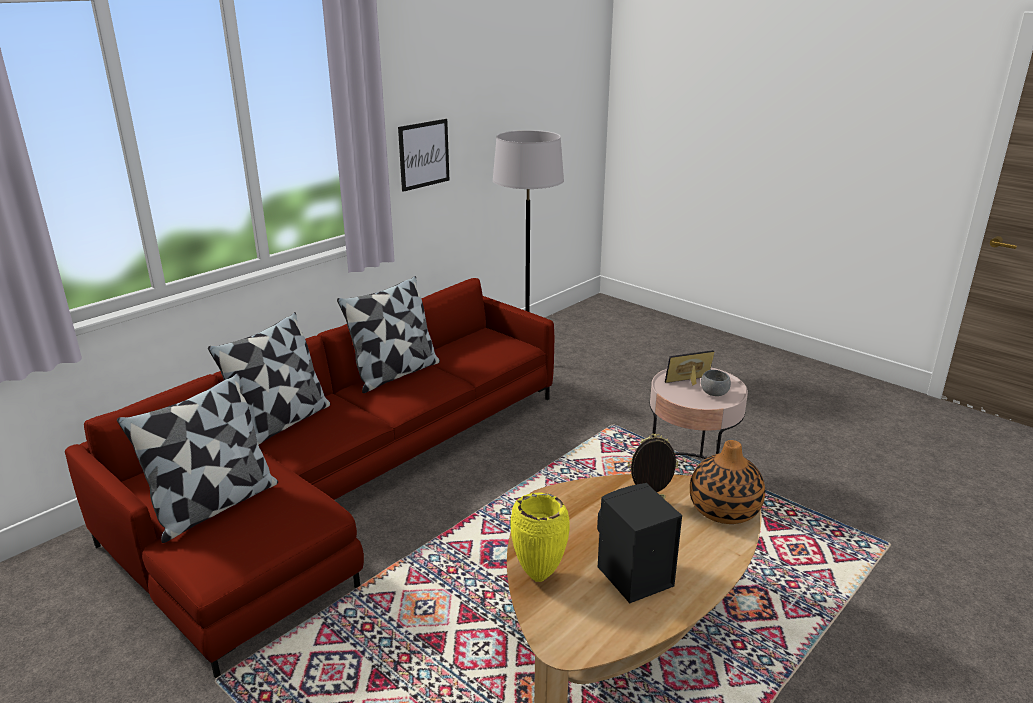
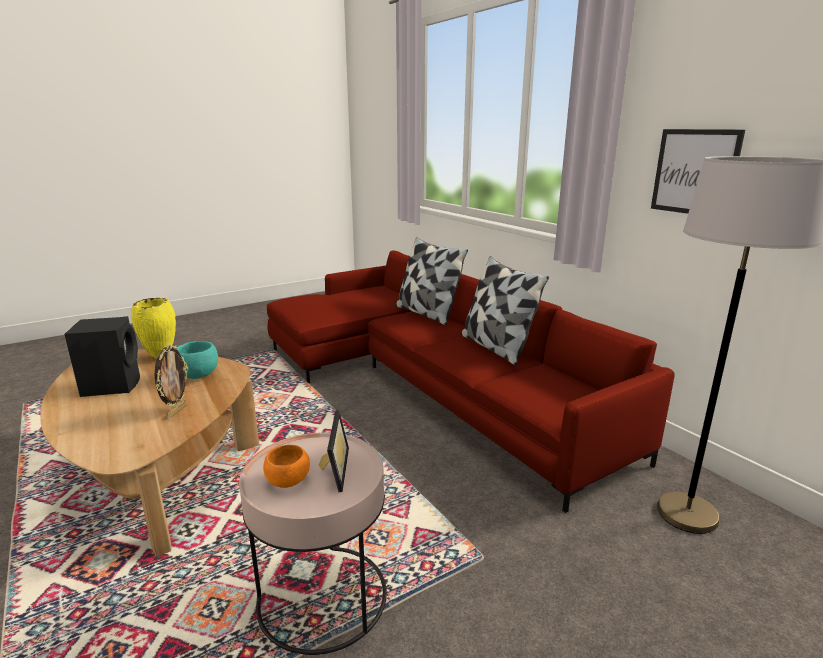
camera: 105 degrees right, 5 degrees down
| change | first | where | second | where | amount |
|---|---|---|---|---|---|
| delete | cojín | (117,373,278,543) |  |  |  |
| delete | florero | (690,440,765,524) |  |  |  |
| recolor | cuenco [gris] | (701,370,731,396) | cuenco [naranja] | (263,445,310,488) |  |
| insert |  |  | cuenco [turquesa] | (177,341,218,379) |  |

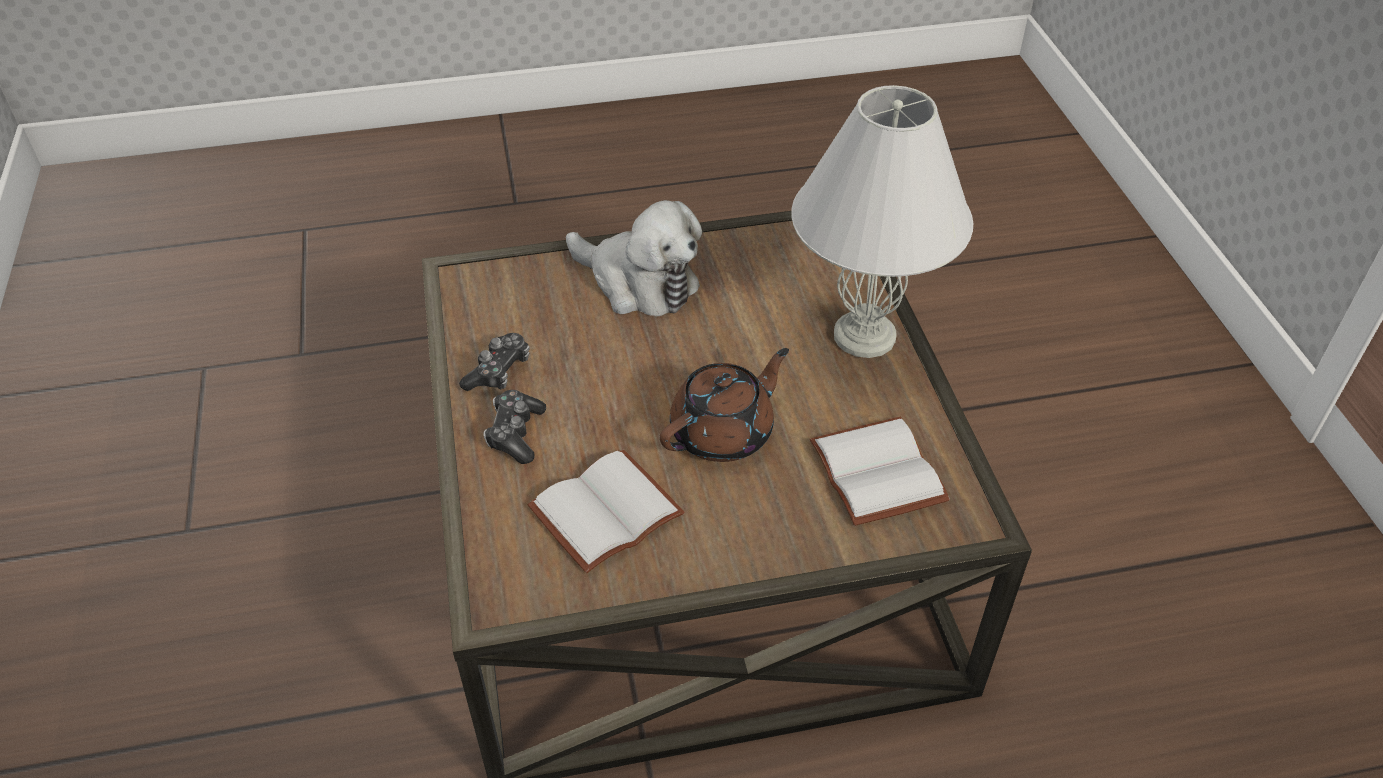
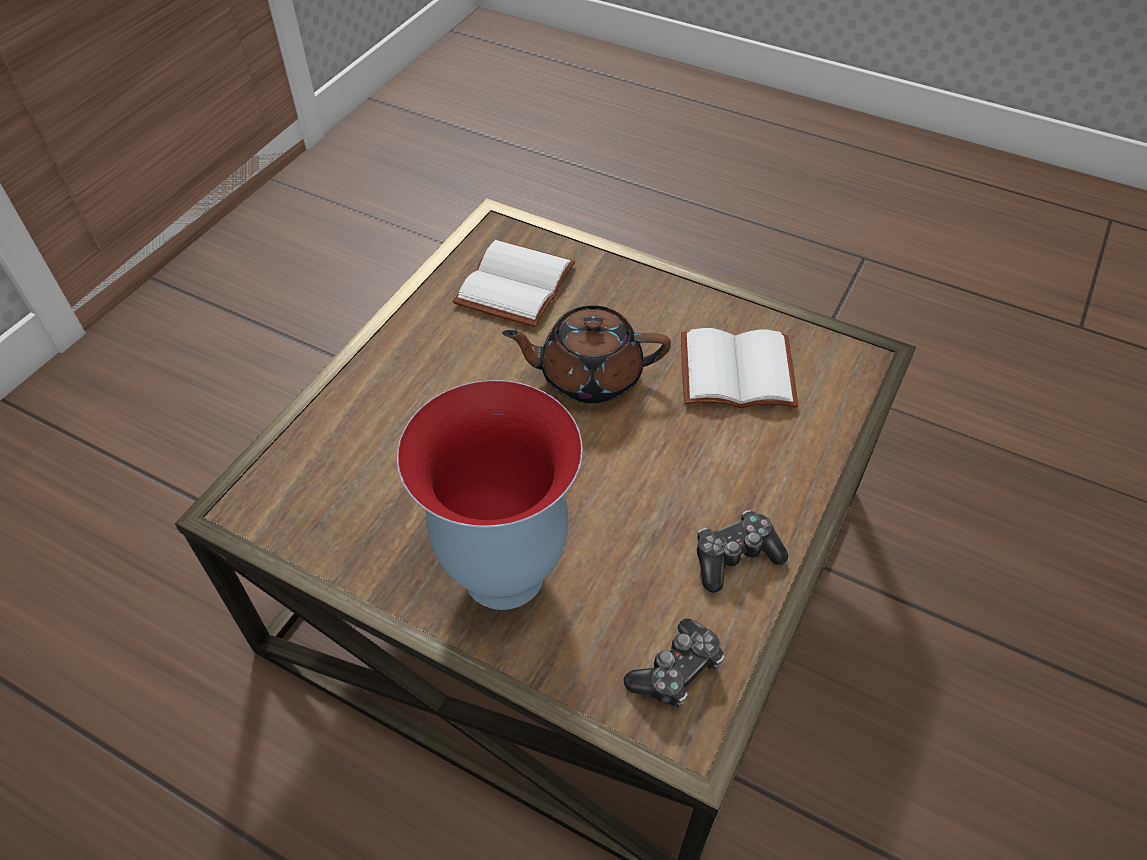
camera: 140 degrees left, 5 degrees up
| change | first | where | second | where | amount |
|---|---|---|---|---|---|
| move | mando de consola | (483,390,546,464) |  | (624,619,725,707) |  |
| replace | peluche | (566,200,702,316) | florero | (397,380,583,610) |  |
| delete | lámpara de mesa [blanco] | (791,85,973,358) |  |  |  |

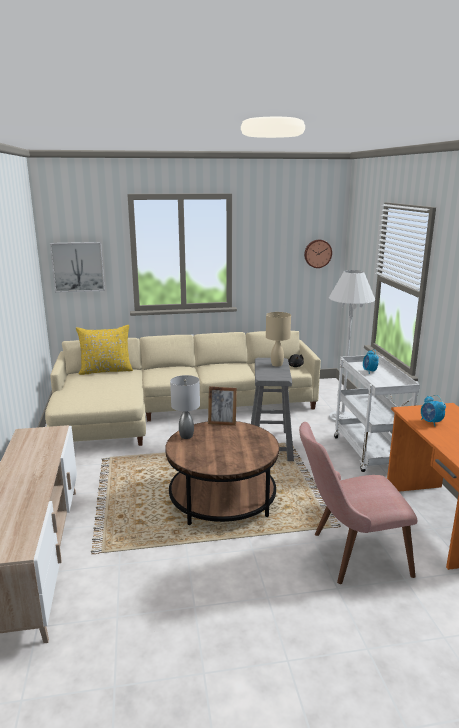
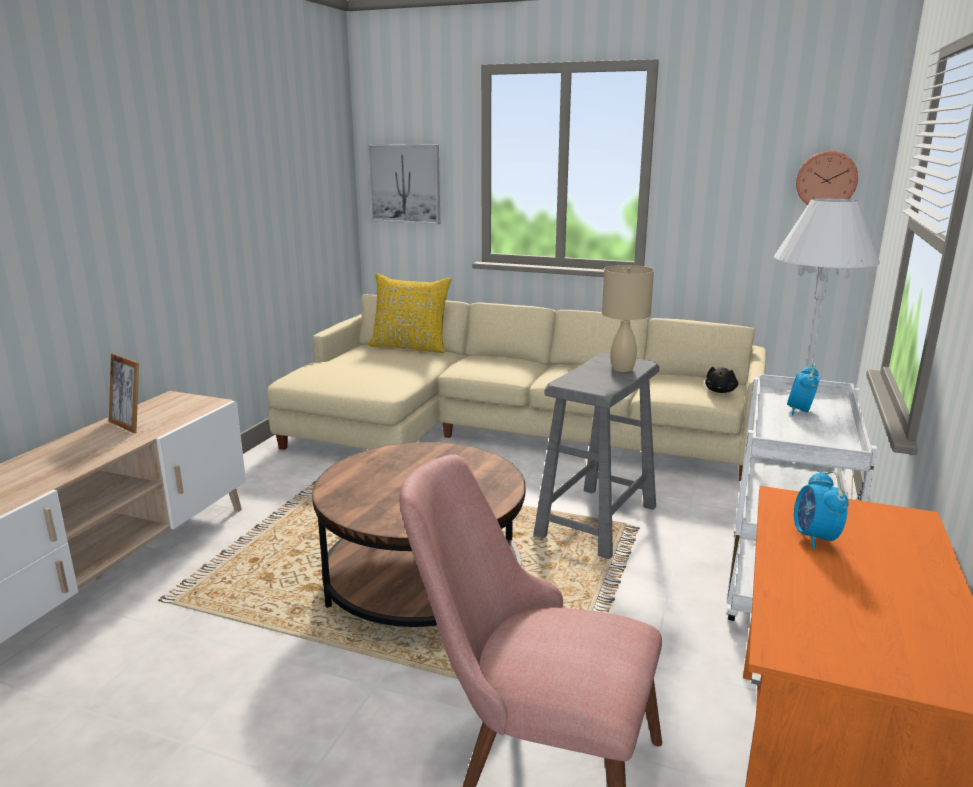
camera: 30 degrees right, 0 degrees up
| change | first | where | second | where | amount |
|---|---|---|---|---|---|
| delete | lámpara de mesa [gris] | (170,375,200,439) |  |  |  |
| move | portarretratos | (208,386,237,426) |  | (109,353,139,434) |  |

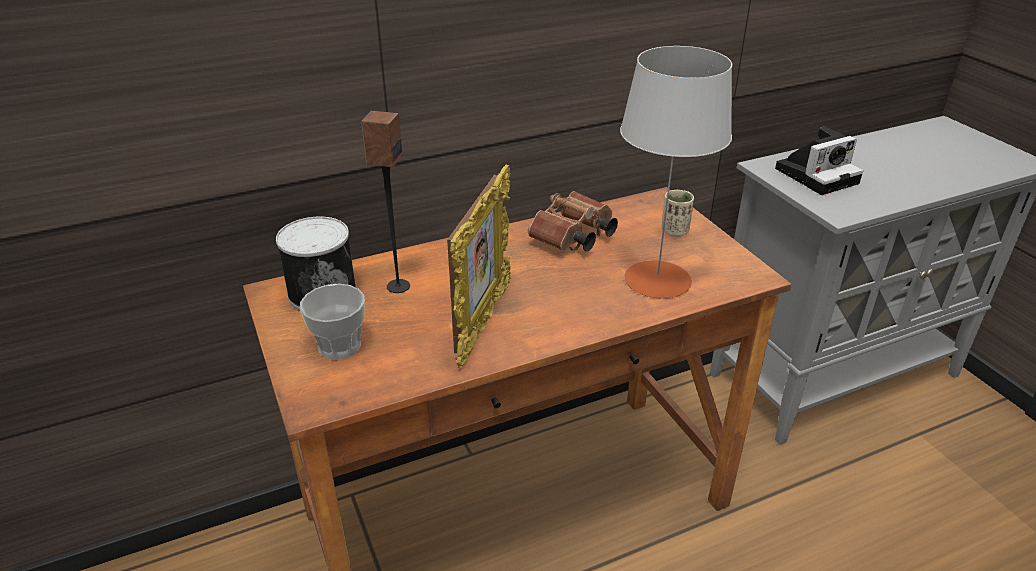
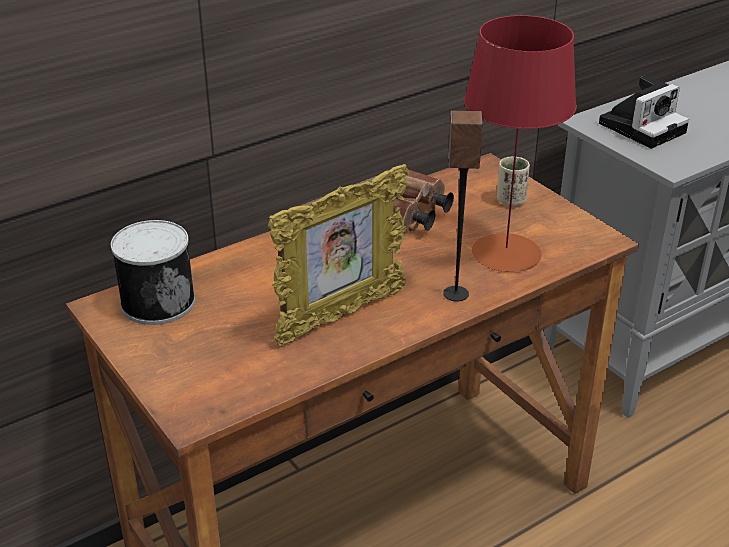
camera: 10 degrees left, 0 degrees up
| change | first | where | second | where | amount |
|---|---|---|---|---|---|
| delete | taza | (300,284,365,360) |  |  |  |
| move | altavoz | (361,111,410,293) |  | (443,110,483,302) |  |
| rotate | portarretratos | (447,164,511,368) |  | (268,164,409,346) | 45 degrees clockwise |
| recolor | lámpara de mesa [gris] | (620,46,732,298) | lámpara de mesa [rojo] | (464,15,577,272) |  |

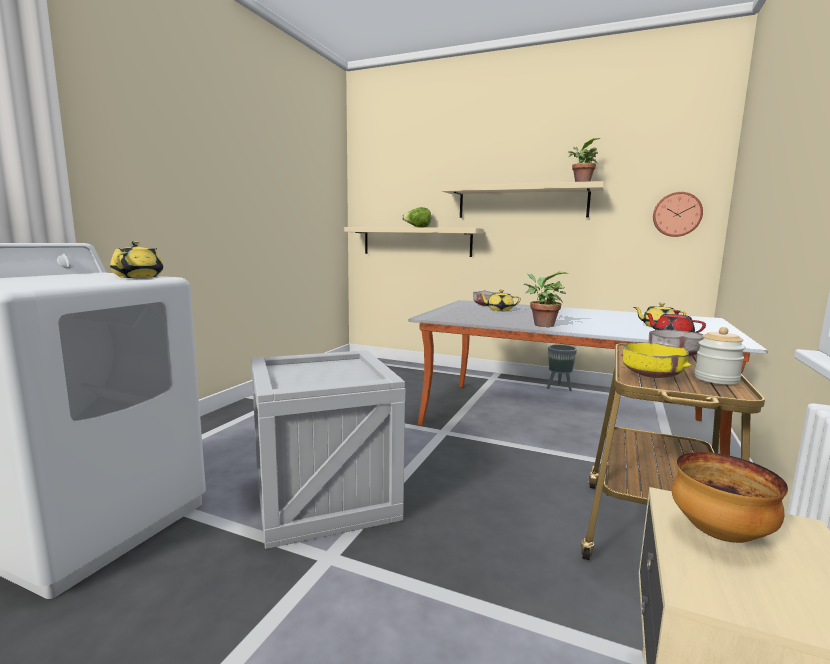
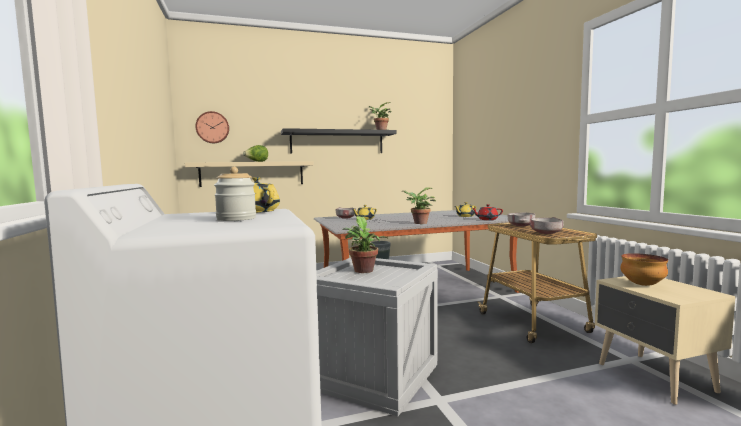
camera: 40 degrees left, 5 degrees down
| change | first | where | second | where | amount |
|---|---|---|---|---|---|
| recolor | estante [beis] | (442,181,604,218) | estante [negro] | (281,128,396,154) |  |
| recolor | cuenco [amarillo] | (621,342,691,378) | cuenco [gris] | (530,217,564,234) |  |
| move | reloj de pared | (653,192,703,237) |  | (196,111,229,143) |  |
| move | tarro | (695,327,746,385) |  | (214,167,256,221) |  |
| insert |  |  | planta en maceta | (343,216,389,273) |  |

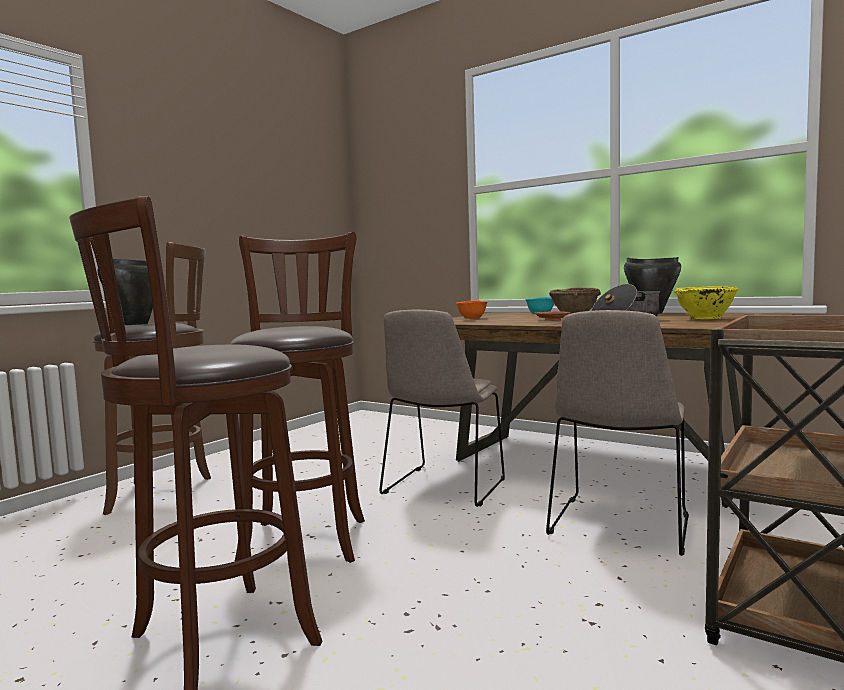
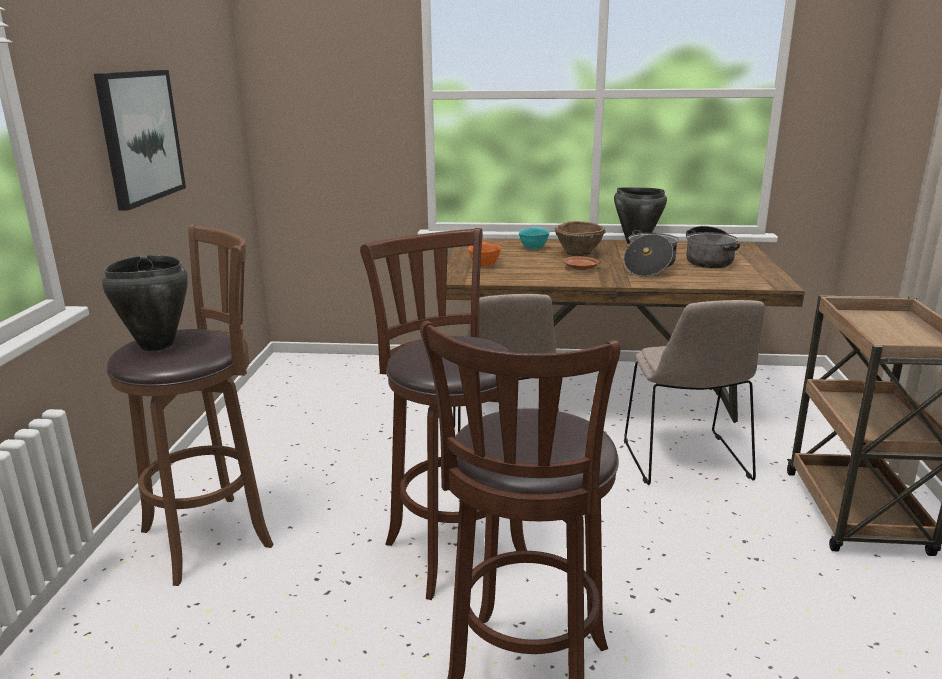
camera: 30 degrees left, 15 degrees up
| change | first | where | second | where | amount |
|---|---|---|---|---|---|
| replace | cuenco [amarillo] | (674,286,738,319) | olla | (686,226,740,268) |  |
| insert |  |  | cuadro | (94,70,186,211) |  |

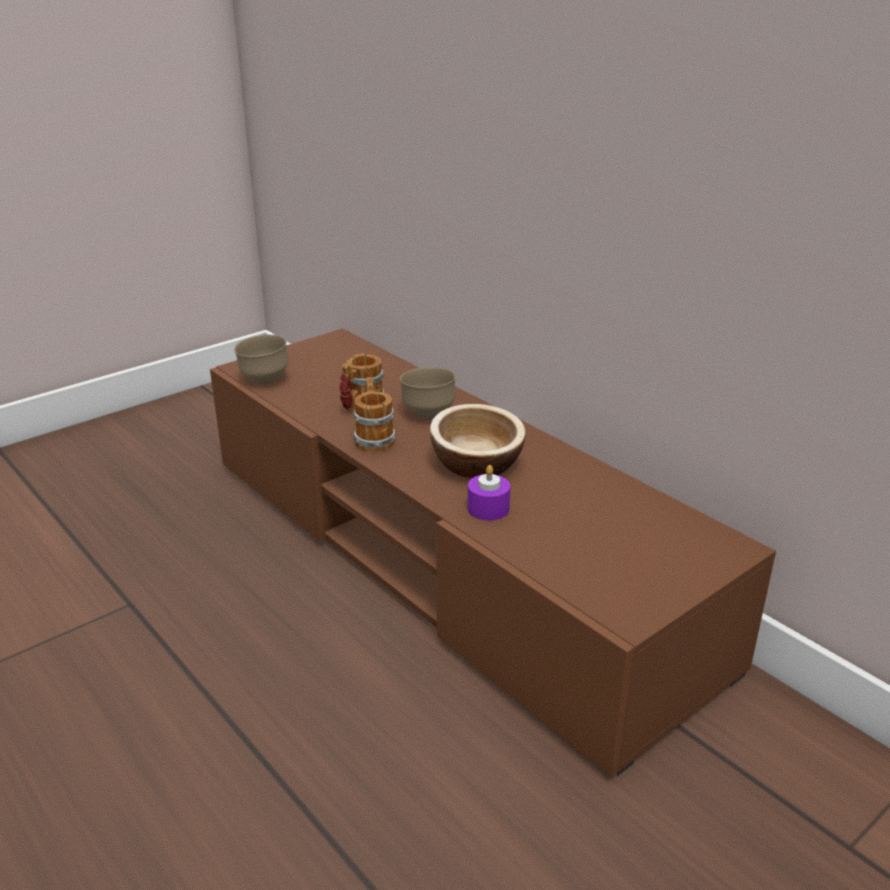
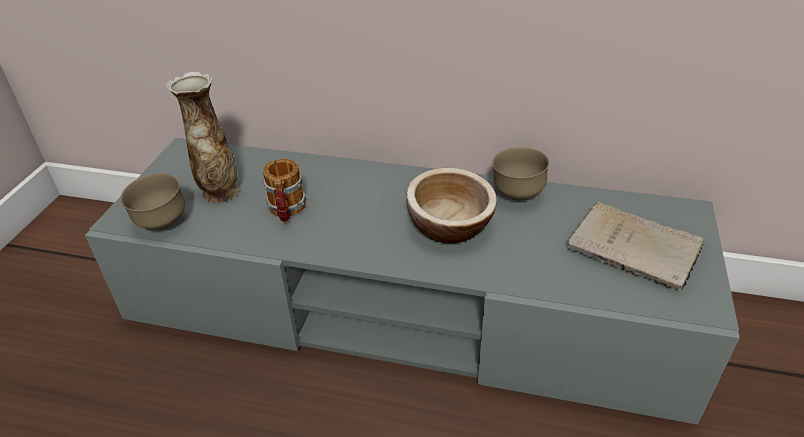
camera: 35 degrees left, 10 degrees up
| change | first | where | second | where | amount |
|---|---|---|---|---|---|
| recolor | mueble de televisión [marrón] | (210,329,776,777) | mueble de televisión [gris] | (85,138,740,425) |  |
| delete | taza grande | (354,377,395,452) |  |  |  |
| move | cuenco [marrón] | (400,367,456,419) |  | (492,147,549,201) |  |
| delete | vela [morado] | (468,465,510,521) |  |  |  |
| insert |  |  | florero | (166,72,239,203) |  |
| insert |  |  | libro [beis] | (567,201,704,291) |  |

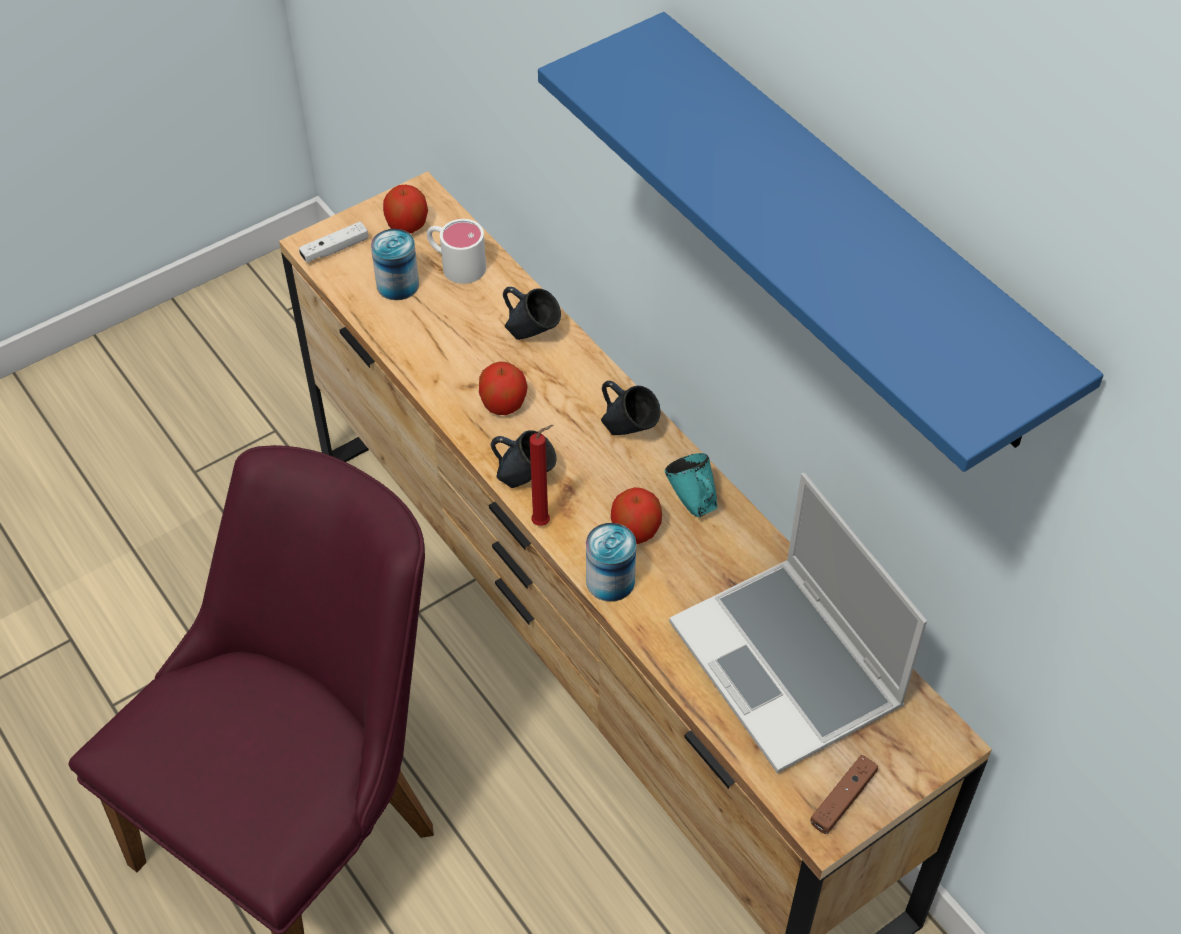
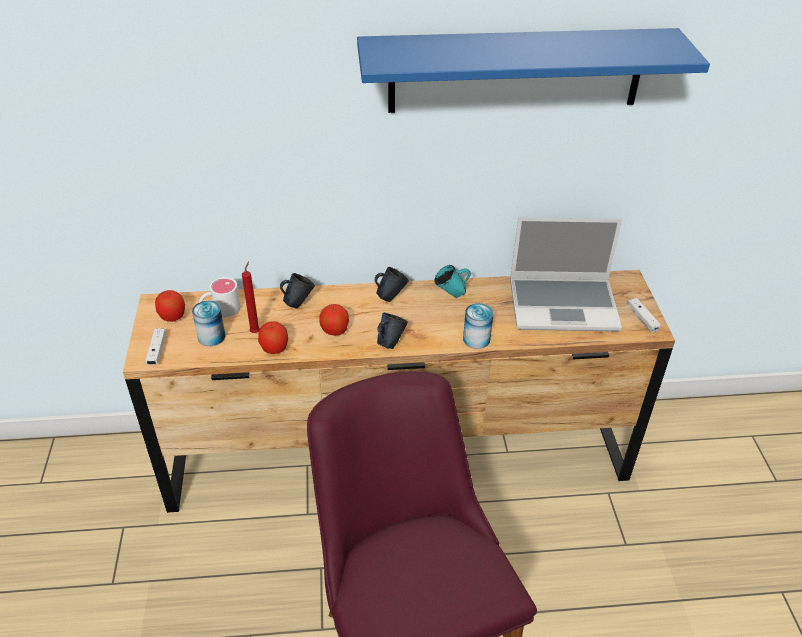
camera: 60 degrees left, 10 degrees down
| change | first | where | second | where | amount |
|---|---|---|---|---|---|
| move | vela [rojo] | (530,425,553,526) |  | (242,261,260,333) |  |
| move | manzana | (611,487,662,544) |  | (258,321,288,354) |  |
| recolor | mando de consola [marrón] | (810,755,878,834) | mando de consola [blanco] | (627,298,661,333) |  |

